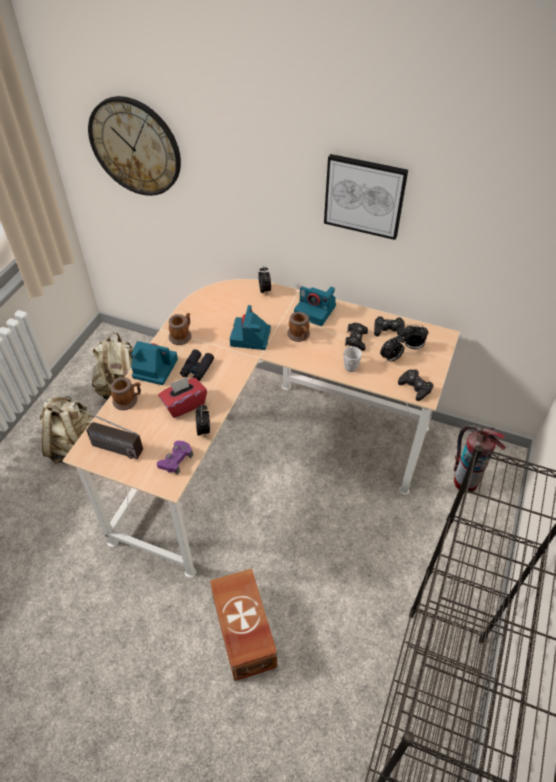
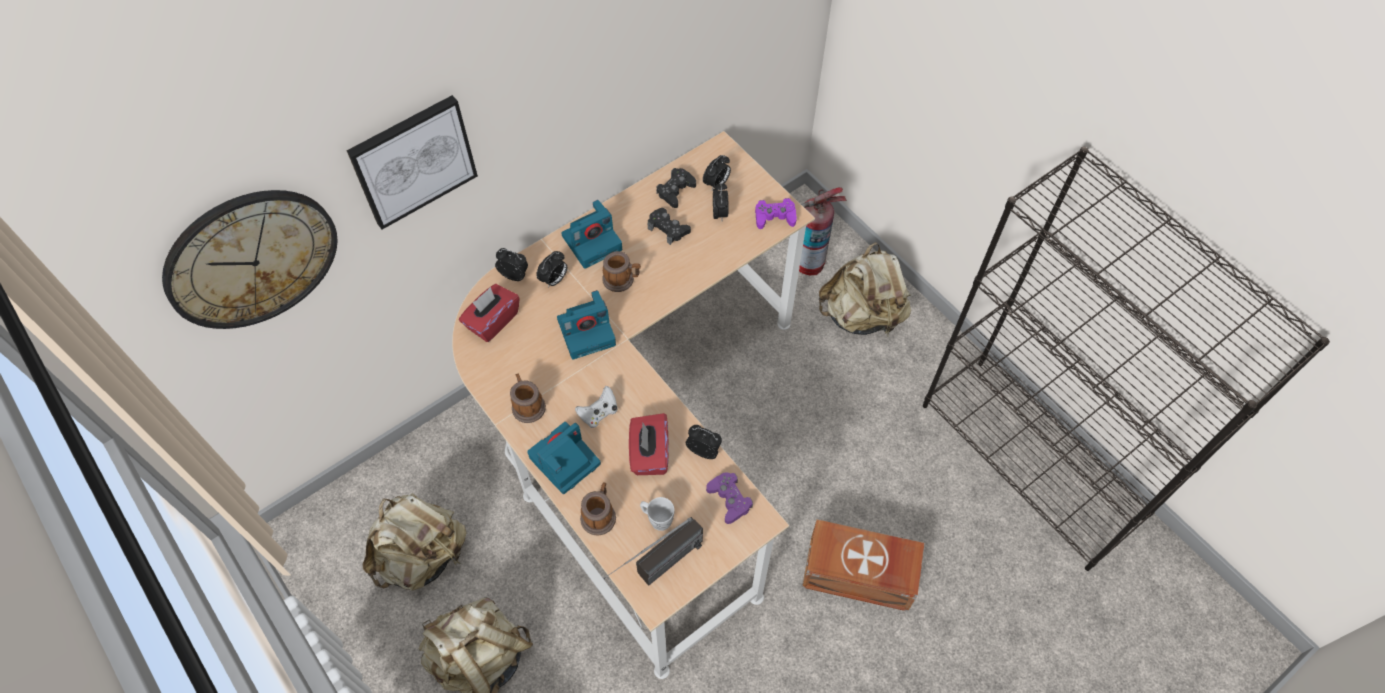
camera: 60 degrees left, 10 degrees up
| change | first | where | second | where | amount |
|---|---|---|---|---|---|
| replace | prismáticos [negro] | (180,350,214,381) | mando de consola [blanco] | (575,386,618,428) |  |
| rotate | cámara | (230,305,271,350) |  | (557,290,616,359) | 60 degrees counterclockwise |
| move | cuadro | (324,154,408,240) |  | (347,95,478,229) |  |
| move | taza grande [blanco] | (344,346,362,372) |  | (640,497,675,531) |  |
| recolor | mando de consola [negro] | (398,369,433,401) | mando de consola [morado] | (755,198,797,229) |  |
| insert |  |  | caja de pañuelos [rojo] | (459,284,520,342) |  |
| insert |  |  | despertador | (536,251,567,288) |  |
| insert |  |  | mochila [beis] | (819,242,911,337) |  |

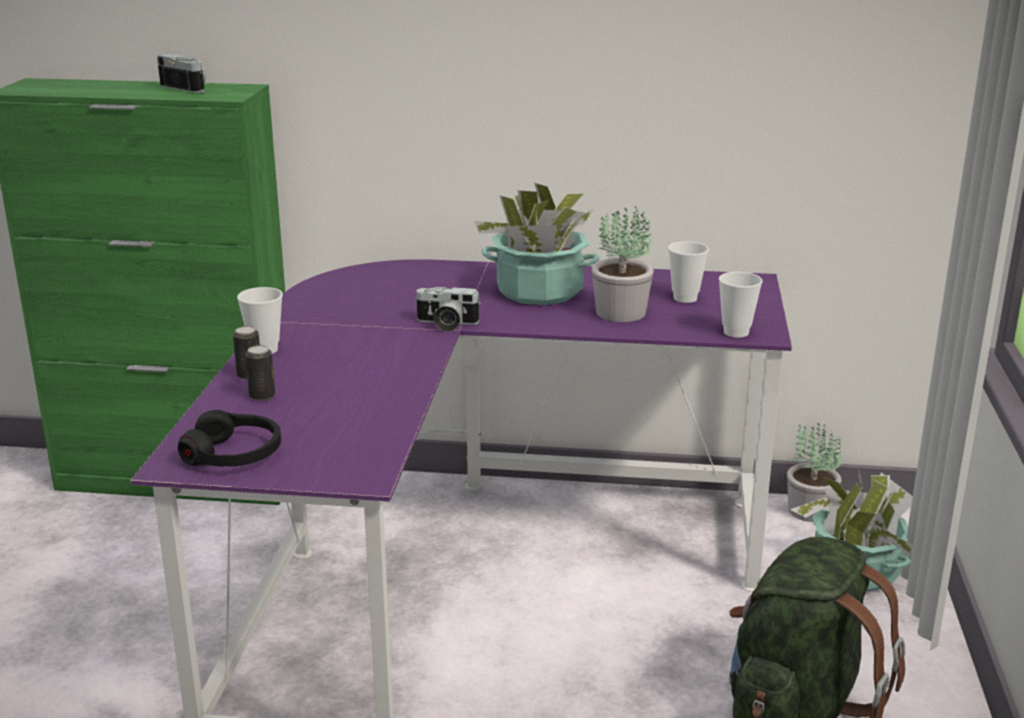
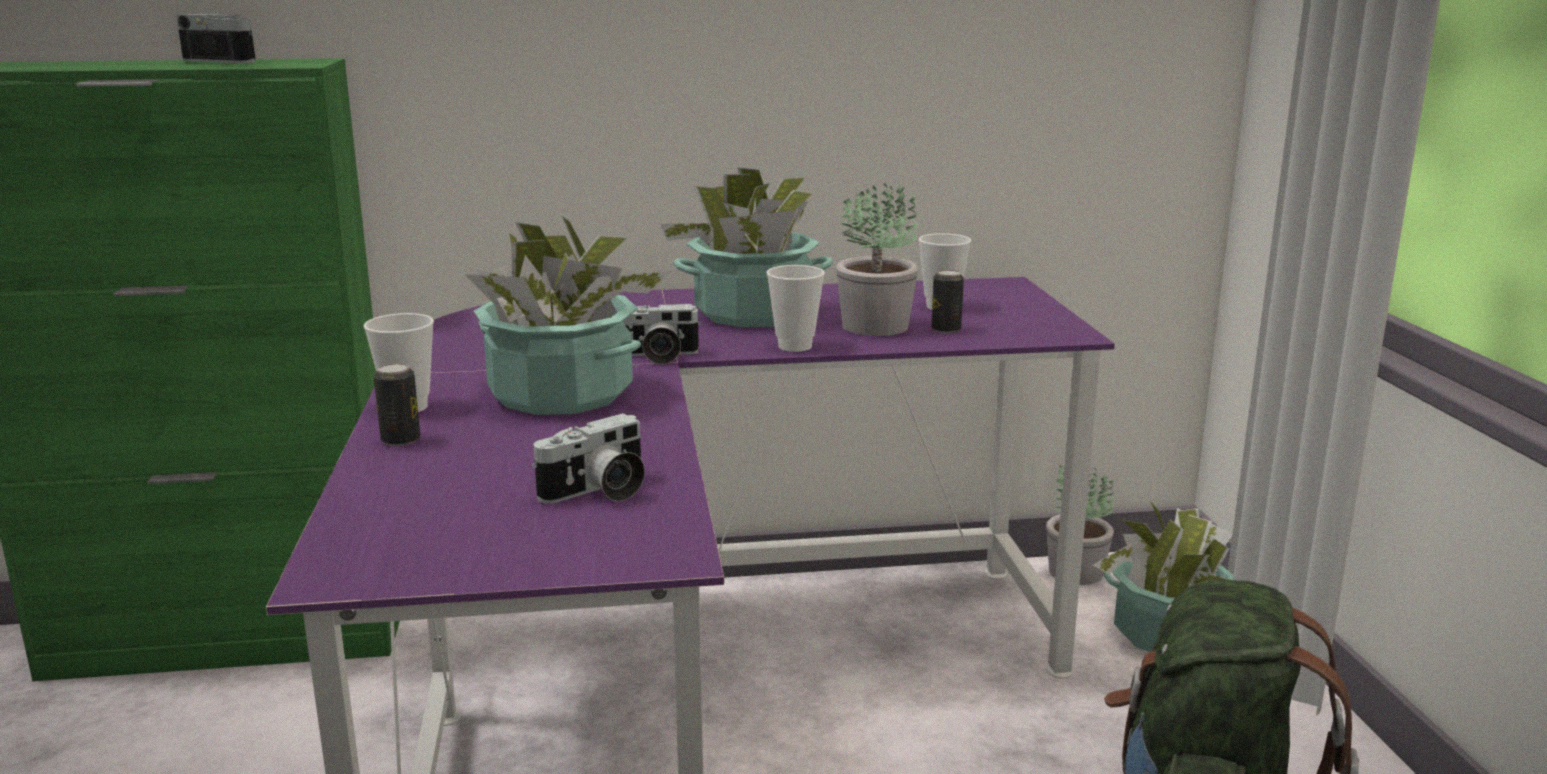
camera: 15 degrees left, 5 degrees down
| change | first | where | second | where | amount |
|---|---|---|---|---|---|
| delete | auriculares [negro] | (178,410,281,467) |  |  |  |
| move | lata | (245,345,275,401) |  | (931,270,964,333) |  |
| move | taza | (719,272,763,338) |  | (766,265,825,352) |  |
| insert |  |  | planta en maceta | (464,216,672,415) |  |
| insert |  |  | cámara | (532,413,645,504) |  |

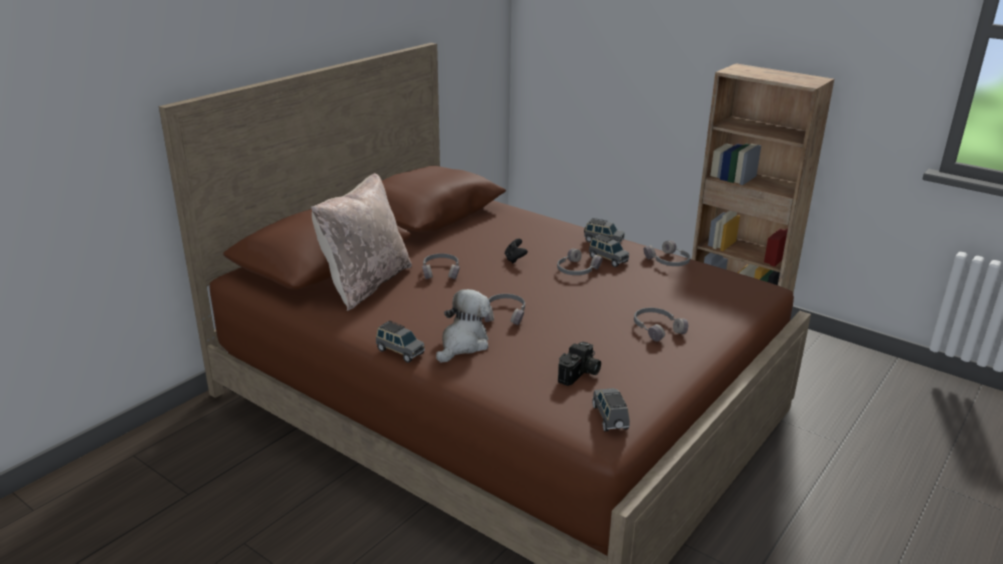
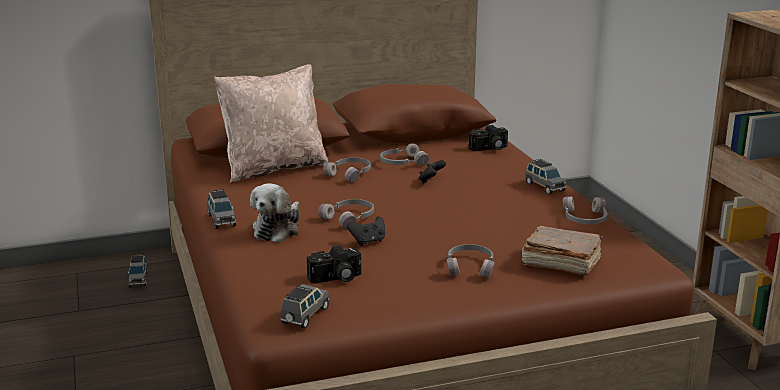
camera: 35 degrees right, 5 degrees down
| change | first | where | second | where | amount |
|---|---|---|---|---|---|
| rotate | peluche | (436,289,491,363) |  | (250,183,300,242) | 135 degrees clockwise |
| move | auriculares [gris] | (557,248,603,275) |  | (380,143,429,166) |  |
| move | coche de juguete [gris] | (589,234,629,267) |  | (128,254,148,288) |  |
| insert |  |  | mando de consola [negro] | (347,216,385,246) |  |
| insert |  |  | cámara | (469,125,508,151) |  |
| insert |  |  | libro [marrón] | (522,225,603,275) |  |

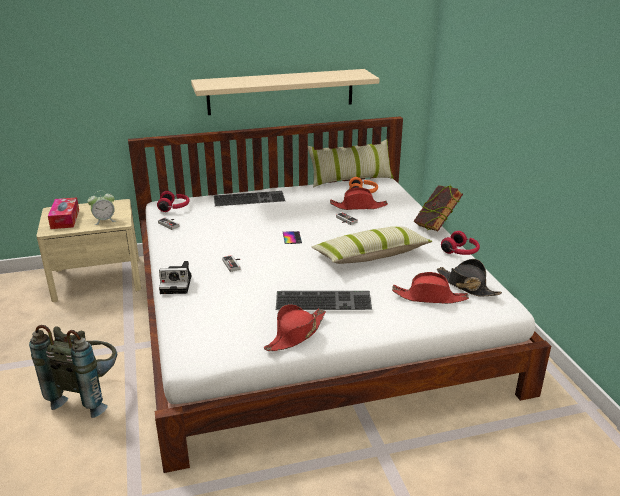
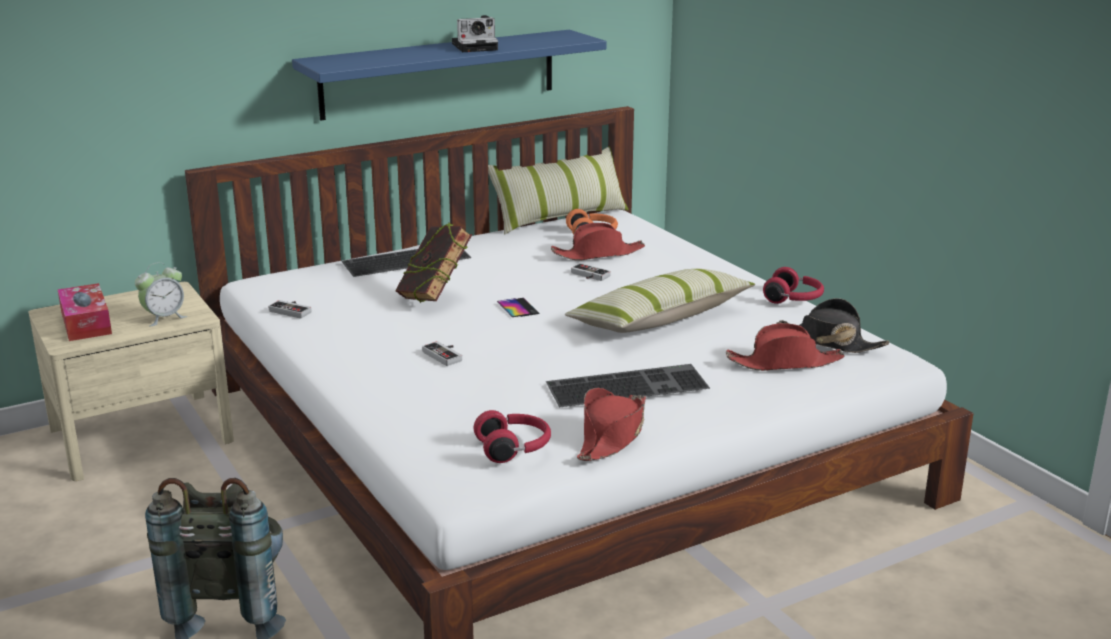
camera: 15 degrees left, 5 degrees down
| change | first | where | second | where | amount |
|---|---|---|---|---|---|
| move | auriculares [rojo] | (157,191,190,212) |  | (473,410,551,463) |  |
| move | cámara | (159,261,191,294) |  | (452,15,498,52) |  |
| recolor | estante [beis] | (191,69,379,115) | estante [azul] | (292,30,607,121) |  |
| move | libro | (414,185,463,231) |  | (395,223,472,303) |  |

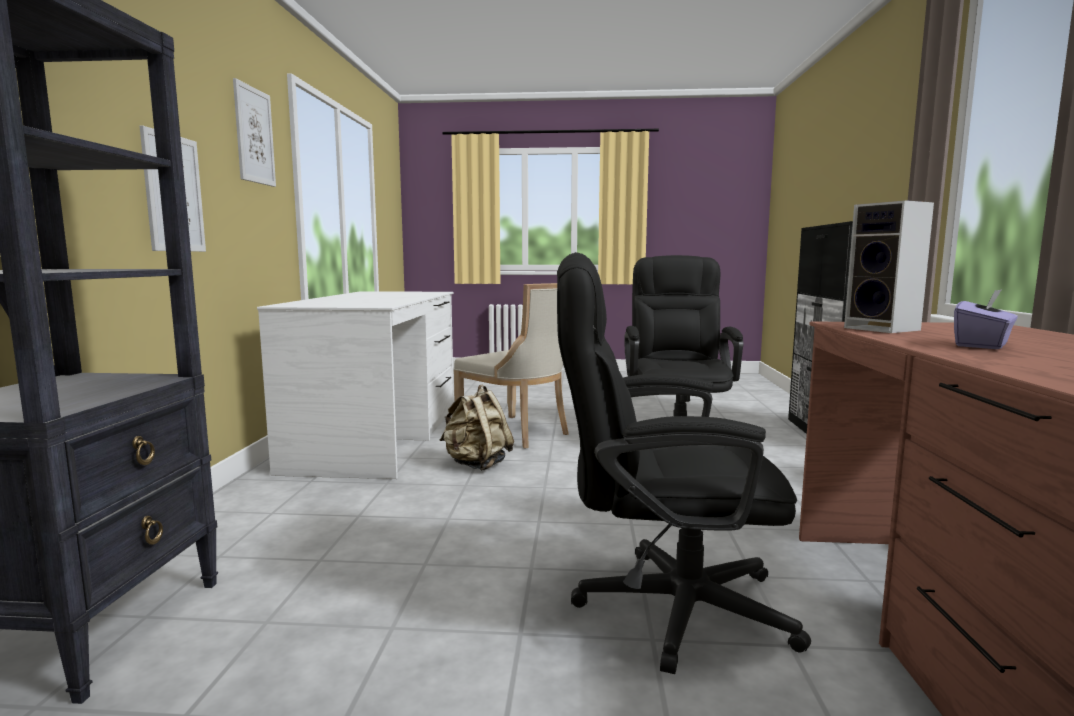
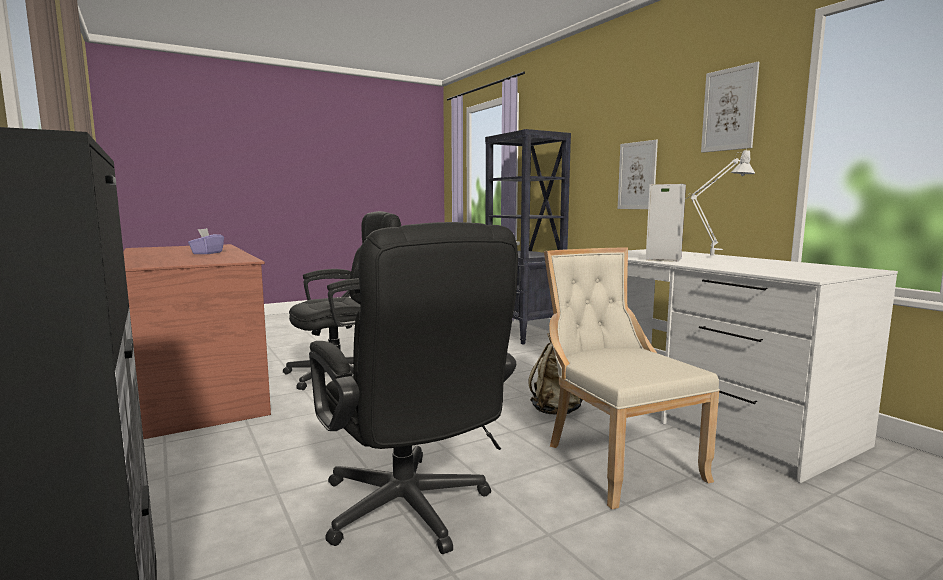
camera: 145 degrees right, 0 degrees up
| change | first | where | second | where | amount |
|---|---|---|---|---|---|
| rotate | silla [beis] | (454,283,569,449) |  | (544,247,720,509) | 60 degrees clockwise |
| move | altavoz | (844,200,934,333) |  | (646,184,686,262) |  |
| insert |  |  | lámpara de mesa [gris] | (685,150,755,256) |  |

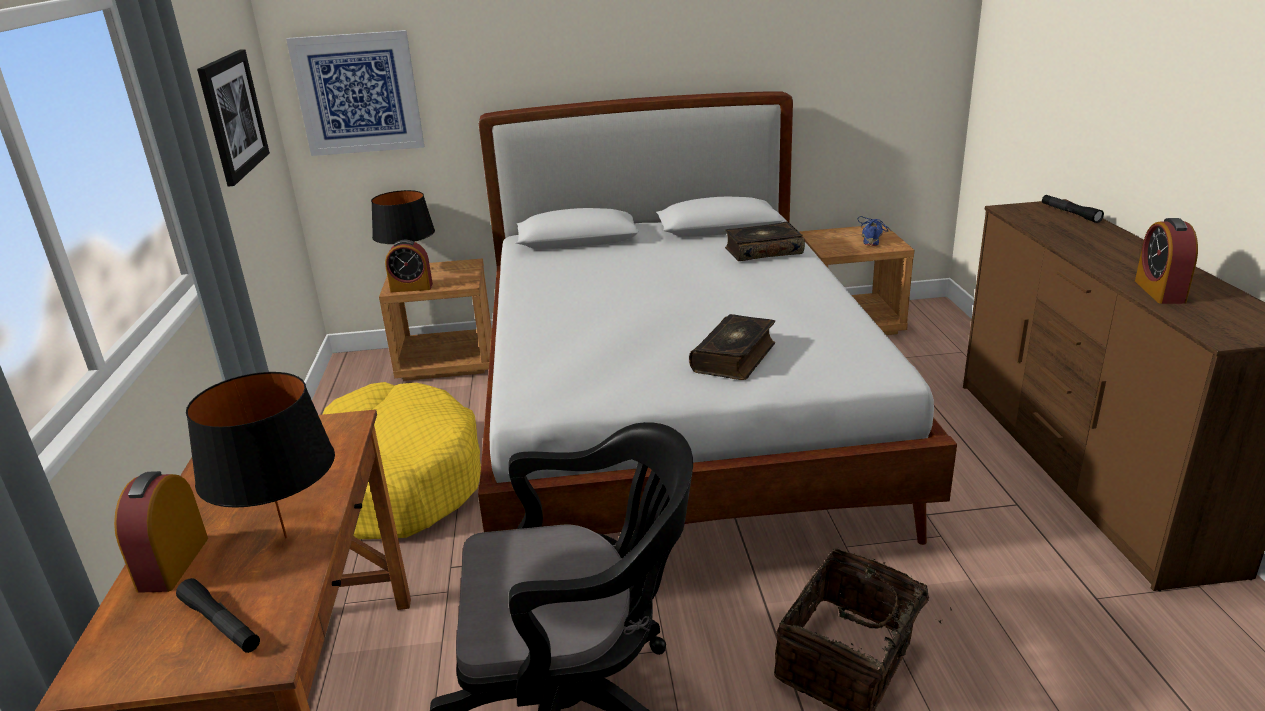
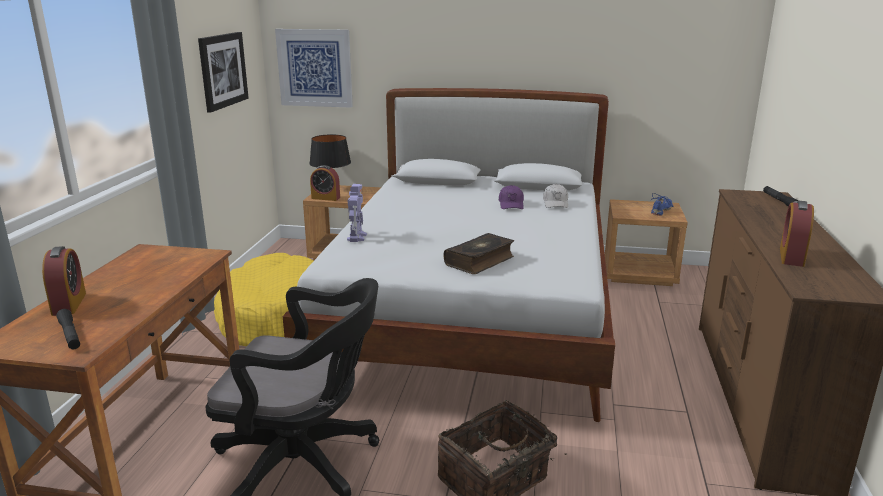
camera: 15 degrees right, 5 degrees down
| change | first | where | second | where | amount |
|---|---|---|---|---|---|
| rotate | despertador | (114,471,208,593) |  | (42,246,86,316) | 150 degrees clockwise |
| delete | lámpara de mesa [negro] | (186,372,335,538) |  |  |  |
| replace | libro | (725,222,805,261) | gorra [blanco] | (543,184,568,208) |  |
| insert |  |  | robot de juguete | (347,184,367,242) |  |
| insert |  |  | gorra [morado] | (499,185,524,209) |  |

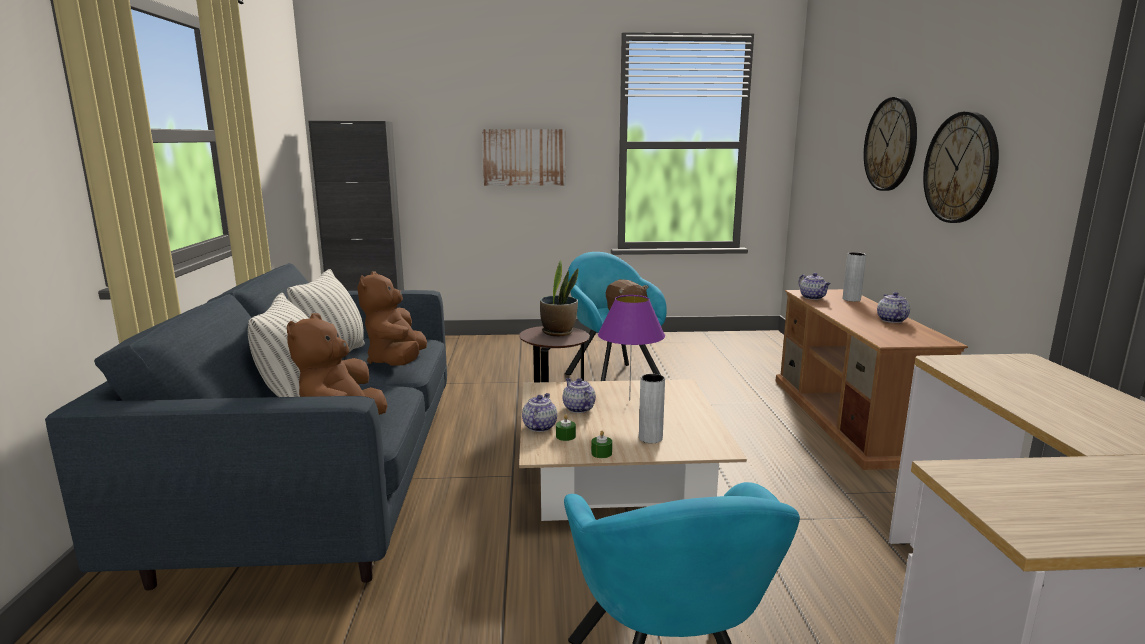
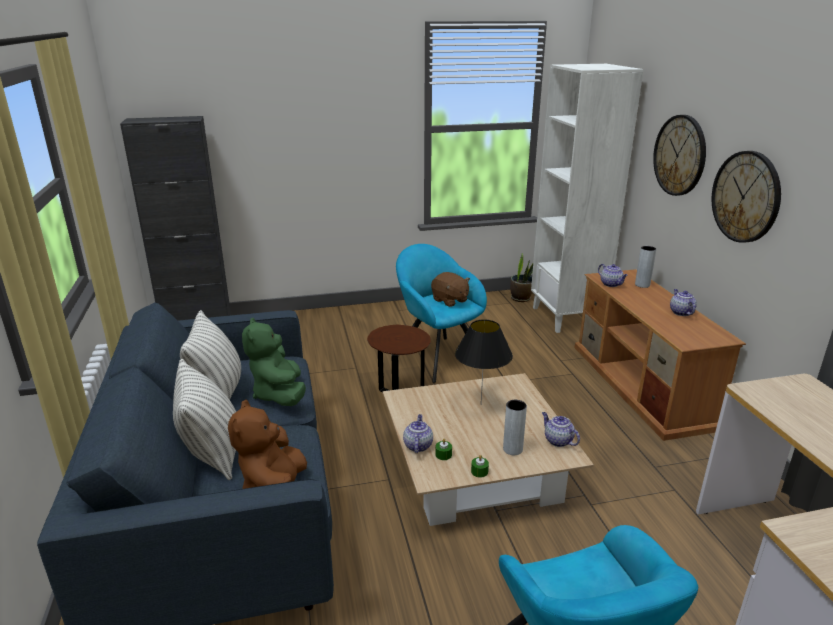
camera: 10 degrees left, 10 degrees up
| change | first | where | second | where | amount |
|---|---|---|---|---|---|
| recolor | peluche [marrón] | (357,272,427,366) | peluche [verde] | (242,318,306,406) |  |
| delete | cuadro | (482,129,565,186) |  |  |  |
| move | planta en maceta | (540,260,578,336) |  | (510,253,533,302) |  |
| move | tetera | (563,378,596,413) |  | (542,412,580,447) |  |
| recolor | lámpara de mesa [morado] | (598,295,665,400) | lámpara de mesa [negro] | (455,320,513,403) |  |
| insert |  |  | estantería [blanco] | (531,64,644,333) |  |

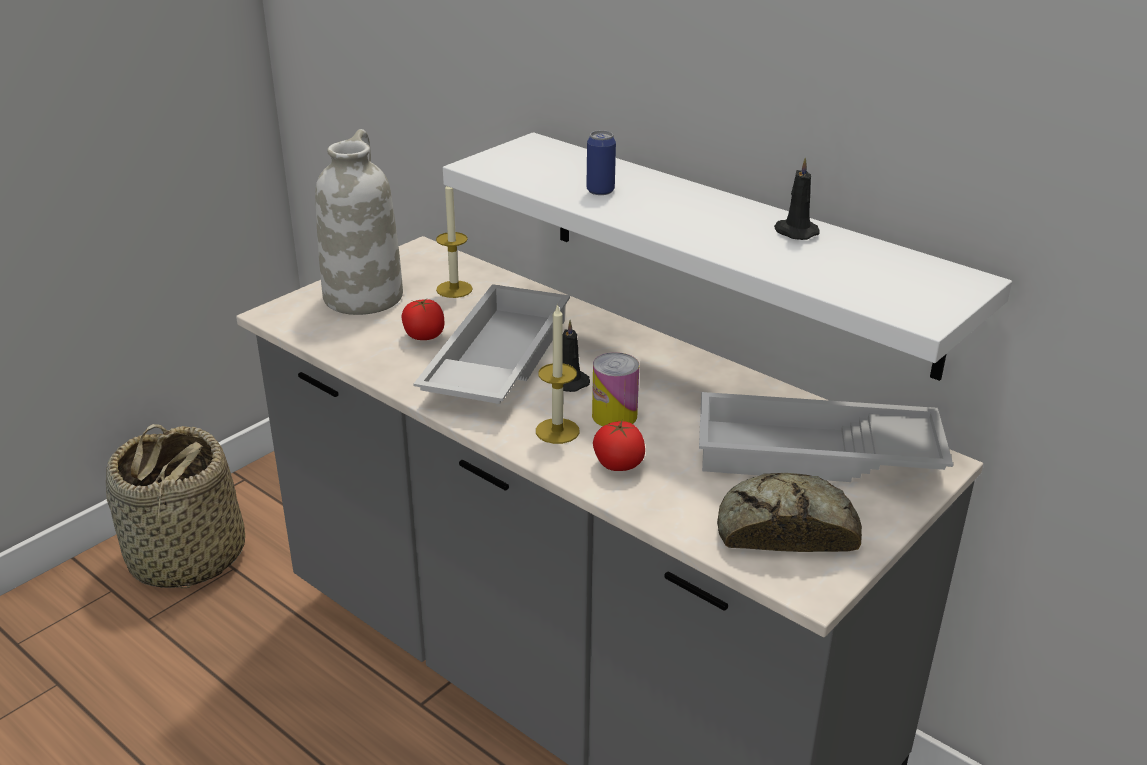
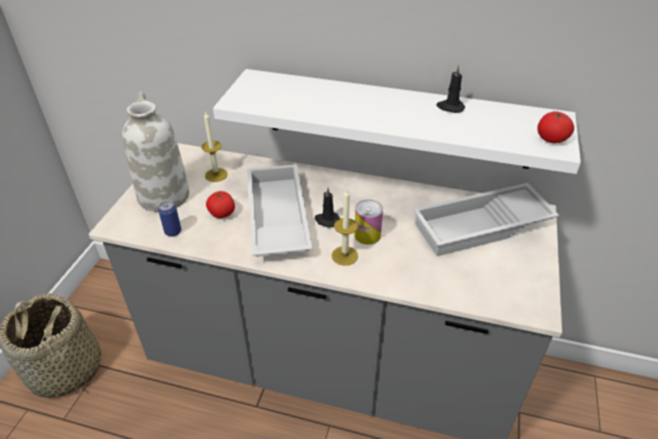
camera: 25 degrees left, 10 degrees up
| change | first | where | second | where | amount |
|---|---|---|---|---|---|
| move | lata | (587,130,616,195) |  | (158,201,181,237) |  |
| move | tomate | (593,420,645,471) |  | (537,111,574,143) |  |
| delete | pan | (717,473,862,552) |  |  |  |

